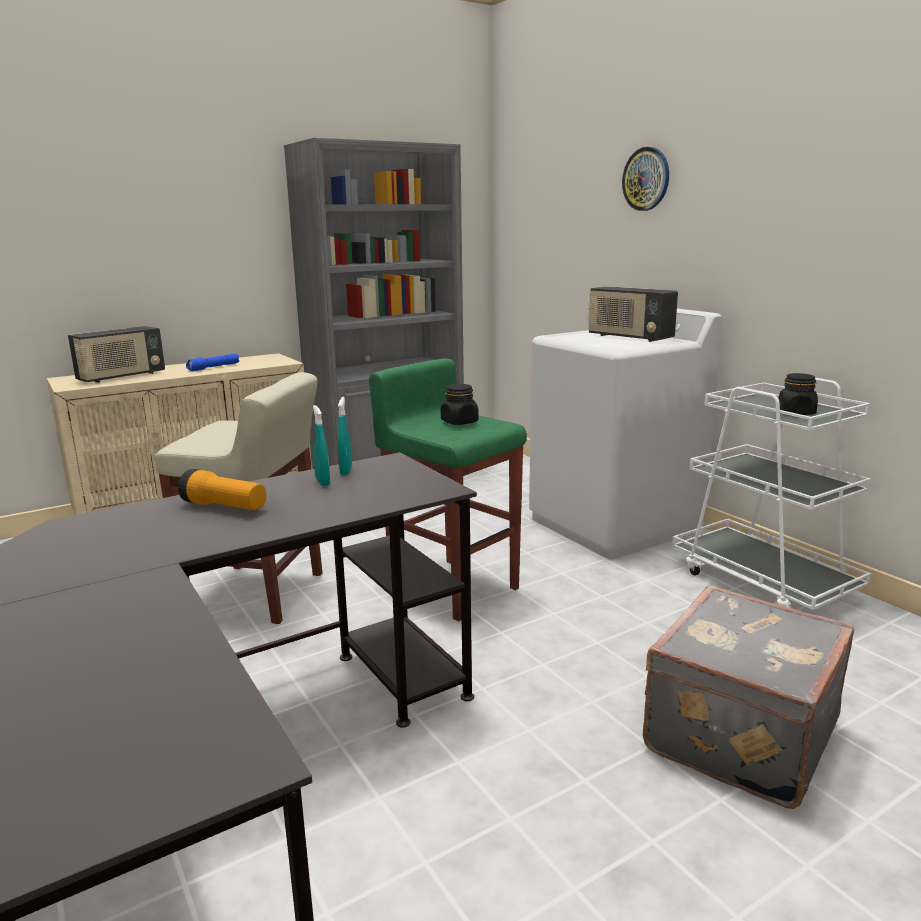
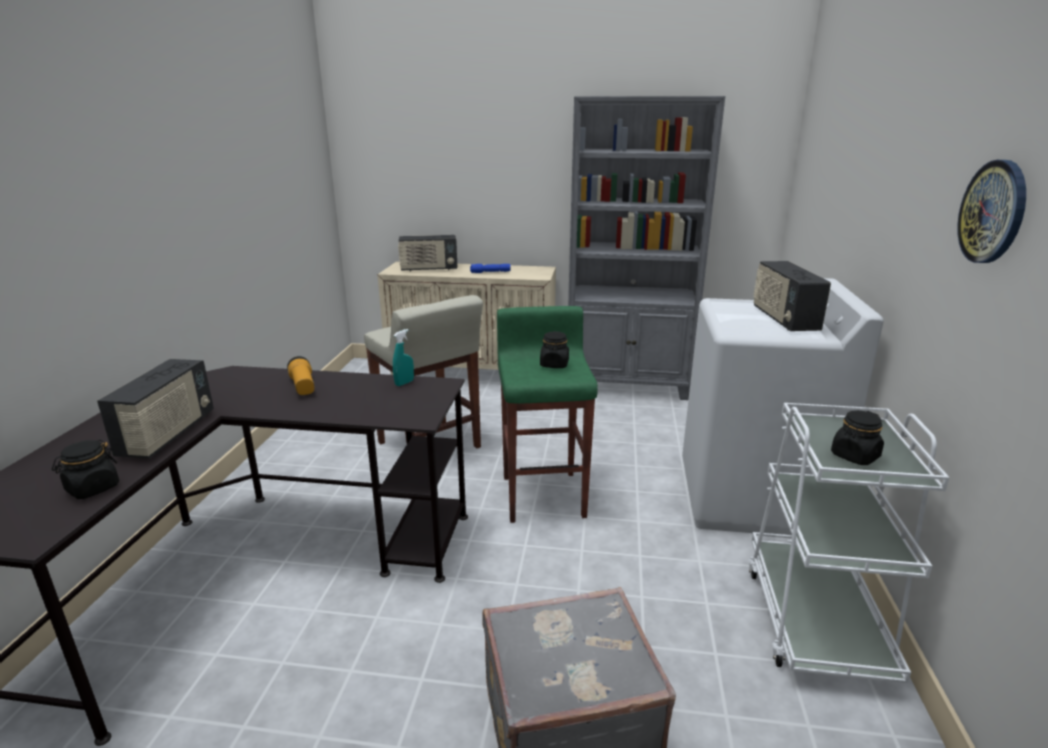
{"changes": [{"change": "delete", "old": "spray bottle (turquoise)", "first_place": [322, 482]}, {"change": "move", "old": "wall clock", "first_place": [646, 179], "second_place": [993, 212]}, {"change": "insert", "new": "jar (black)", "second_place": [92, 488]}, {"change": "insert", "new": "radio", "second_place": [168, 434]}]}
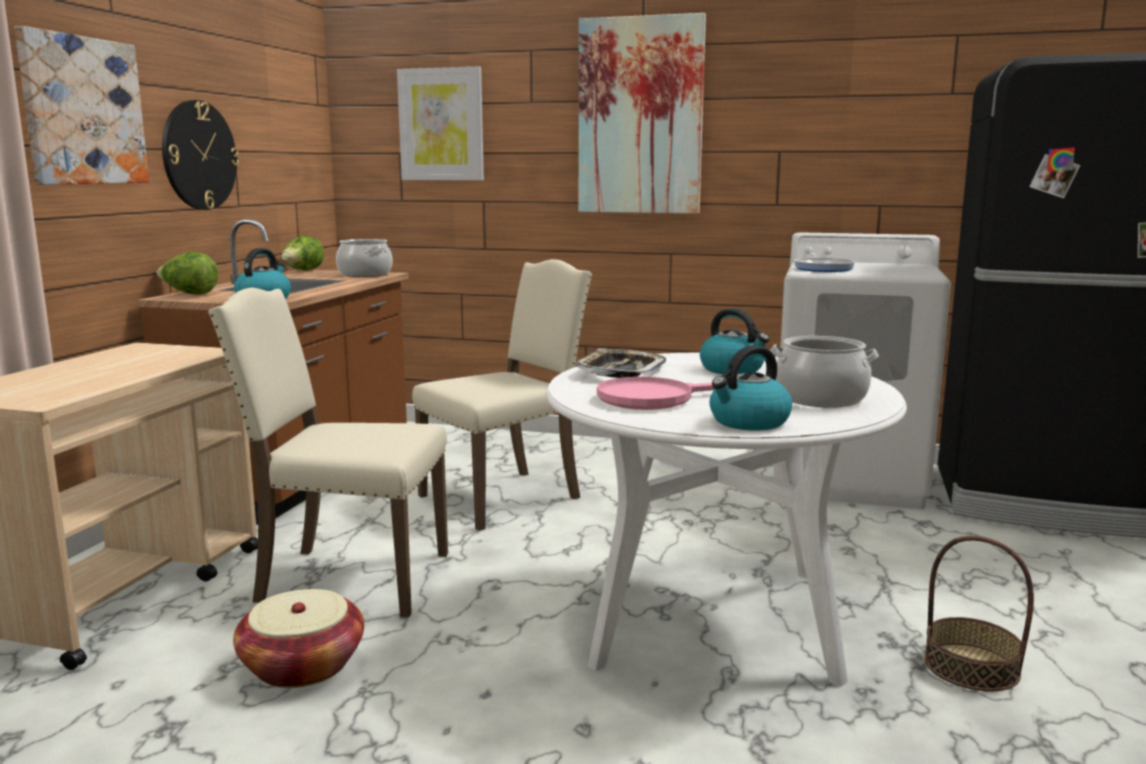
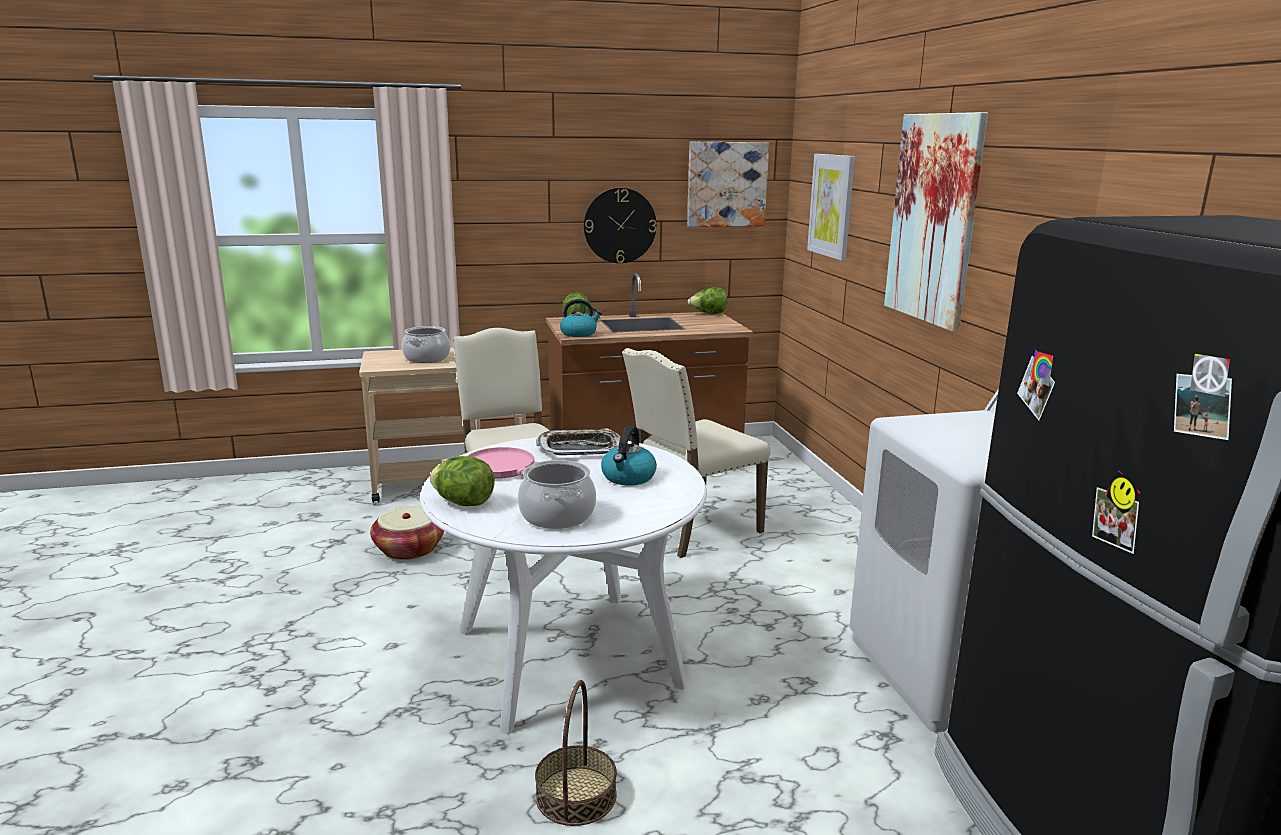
{"changes": [{"change": "move", "old": "picture", "first_place": [83, 111], "second_place": [726, 184]}, {"change": "move", "old": "cooking pot", "first_place": [365, 274], "second_place": [427, 358]}, {"change": "rotate", "old": "chair (beige)", "first_place": [504, 497], "second_place": [691, 530], "degrees": 120}, {"change": "replace", "old": "kettle", "new": "lettuce", "first_place": [748, 422], "second_place": [463, 503]}, {"change": "delete", "old": "frying pan", "first_place": [823, 268]}]}
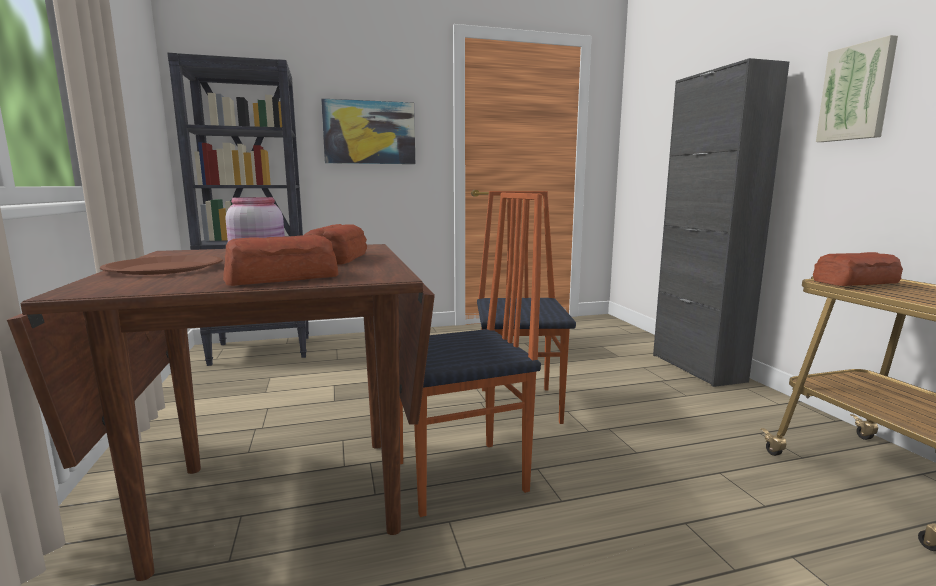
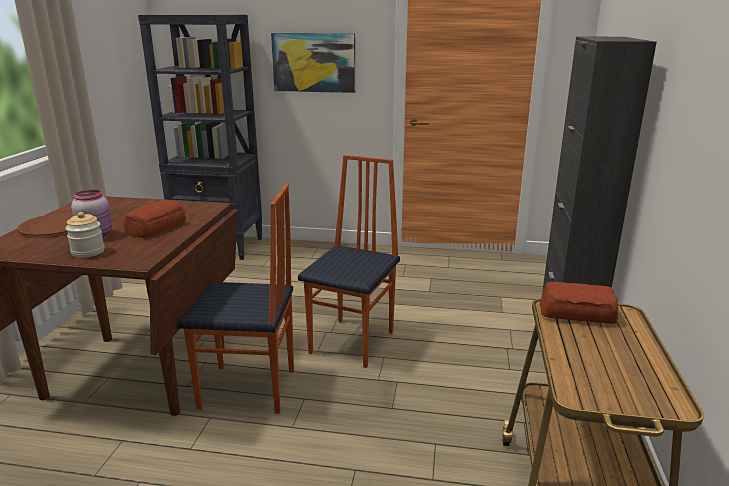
{"changes": [{"change": "replace", "old": "bread", "new": "jar", "first_place": [284, 278], "second_place": [88, 252]}, {"change": "delete", "old": "picture", "first_place": [857, 93]}]}
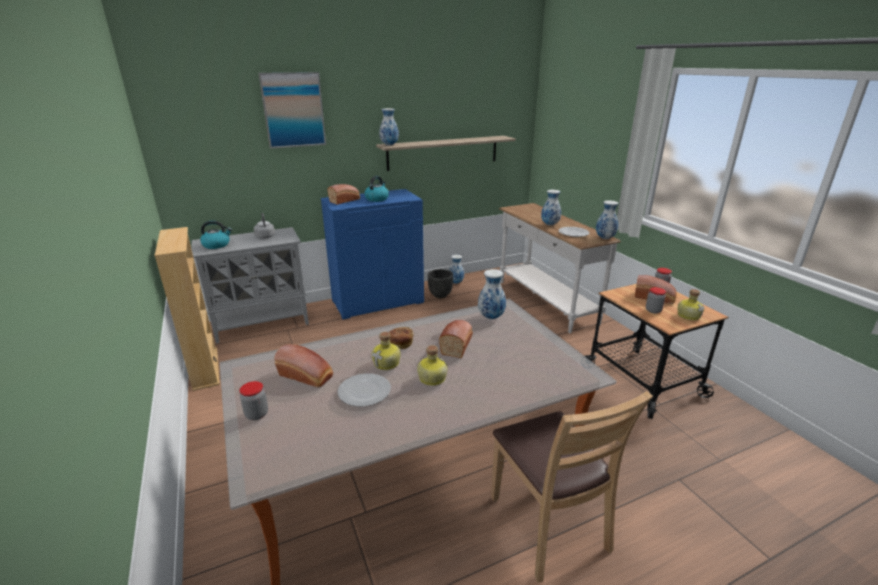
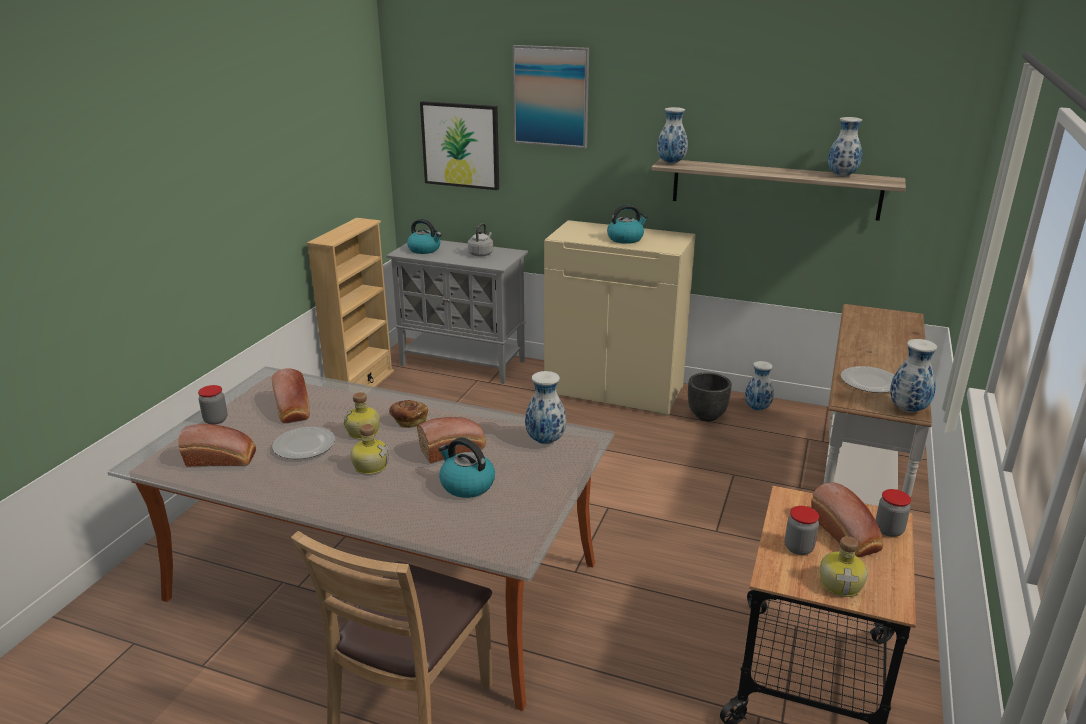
{"changes": [{"change": "recolor", "old": "cabinet (blue)", "new": "cabinet (beige)", "first_place": [378, 301], "second_place": [615, 390]}, {"change": "move", "old": "bread", "first_place": [345, 200], "second_place": [223, 459]}, {"change": "move", "old": "vase", "first_place": [550, 224], "second_place": [842, 176]}, {"change": "insert", "new": "picture", "second_place": [461, 145]}, {"change": "insert", "new": "kettle", "second_place": [466, 485]}]}
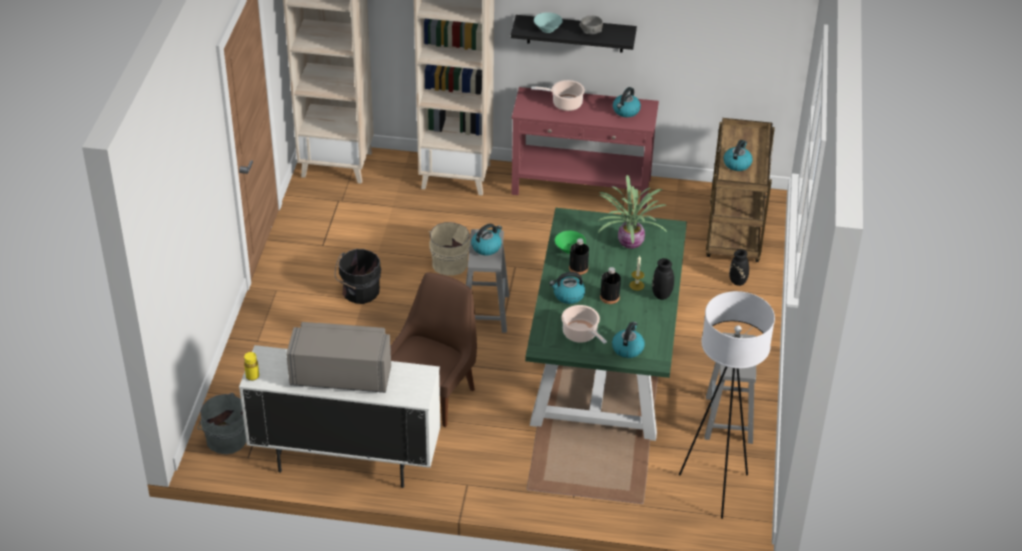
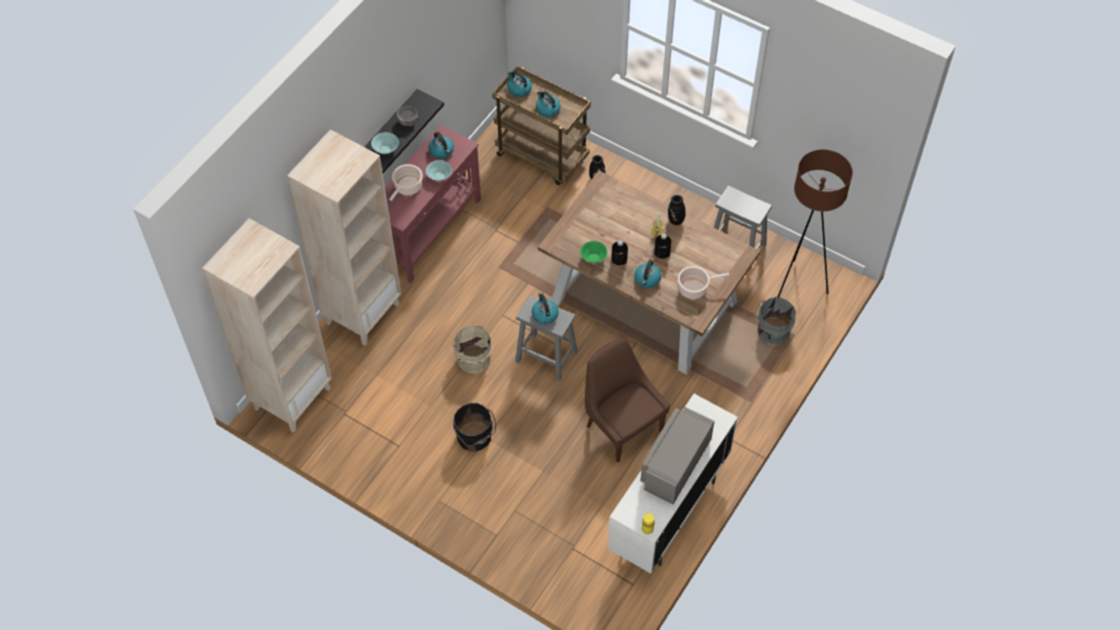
{"changes": [{"change": "move", "old": "bucket (grey)", "first_place": [225, 438], "second_place": [772, 331]}, {"change": "recolor", "old": "dining table (green)", "new": "dining table (brown)", "first_place": [602, 364], "second_place": [643, 301]}, {"change": "delete", "old": "potted plant", "first_place": [630, 242]}, {"change": "move", "old": "kettle", "first_place": [627, 348], "second_place": [519, 89]}, {"change": "recolor", "old": "floor lamp (white)", "new": "floor lamp (brown)", "first_place": [715, 488], "second_place": [798, 285]}, {"change": "insert", "new": "bowl (turquoise)", "second_place": [439, 176]}]}
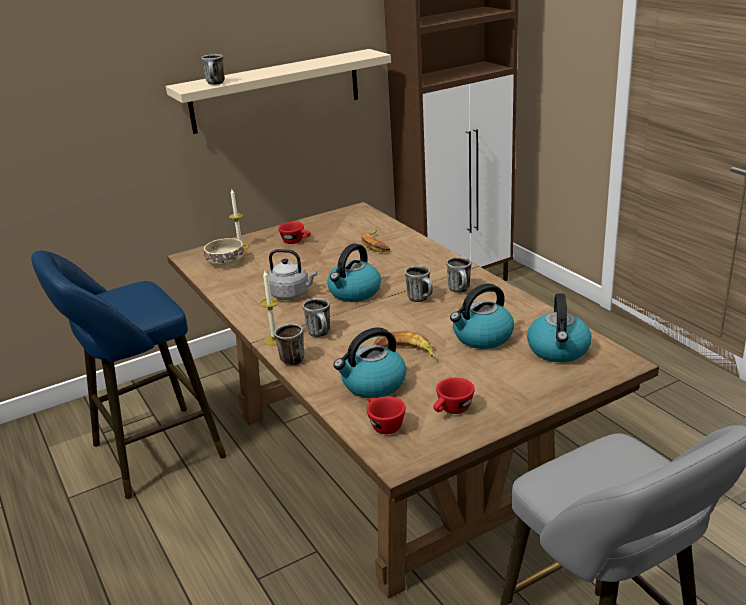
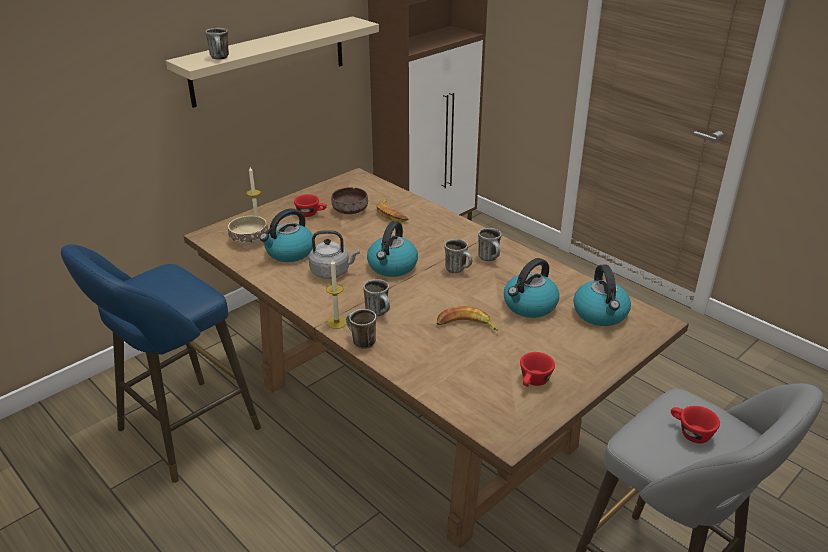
{"changes": [{"change": "move", "old": "kettle", "first_place": [373, 384], "second_place": [289, 252]}, {"change": "move", "old": "cup (red)", "first_place": [383, 425], "second_place": [690, 433]}, {"change": "insert", "new": "bowl (brown)", "second_place": [349, 210]}]}
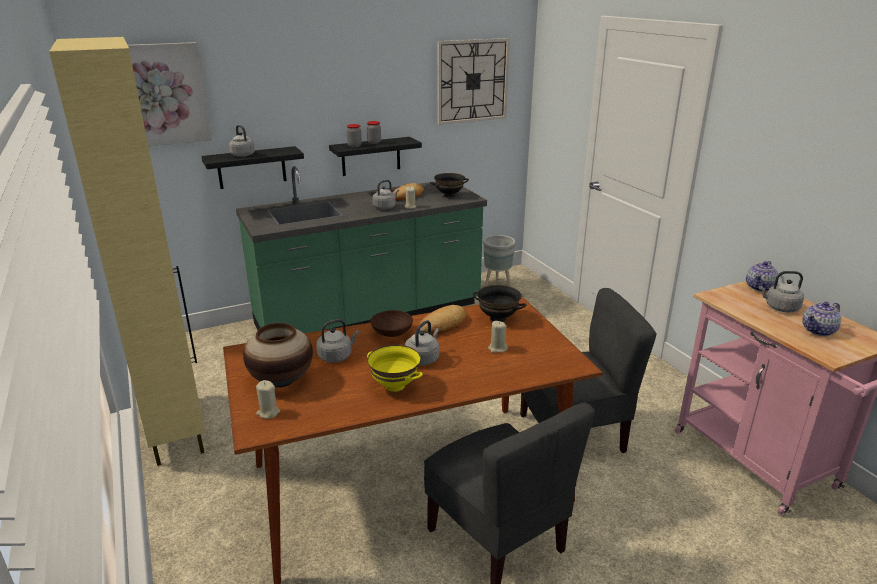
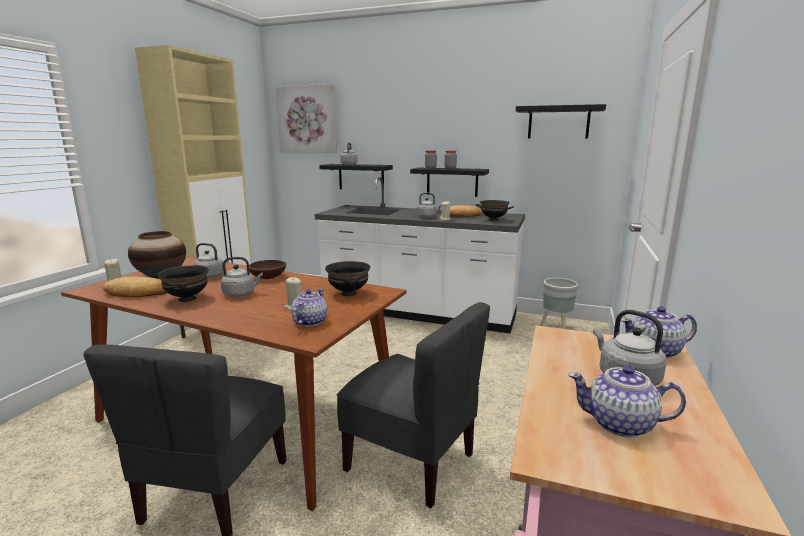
{"changes": [{"change": "recolor", "old": "counter (green)", "new": "counter (white)", "first_place": [369, 315], "second_place": [418, 313]}, {"change": "recolor", "old": "bowl (yellow)", "new": "bowl (black)", "first_place": [395, 386], "second_place": [187, 299]}, {"change": "move", "old": "bread", "first_place": [443, 324], "second_place": [137, 293]}, {"change": "replace", "old": "wall clock", "new": "shelf (black)", "first_place": [472, 81], "second_place": [558, 122]}, {"change": "insert", "new": "teapot", "second_place": [309, 322]}]}
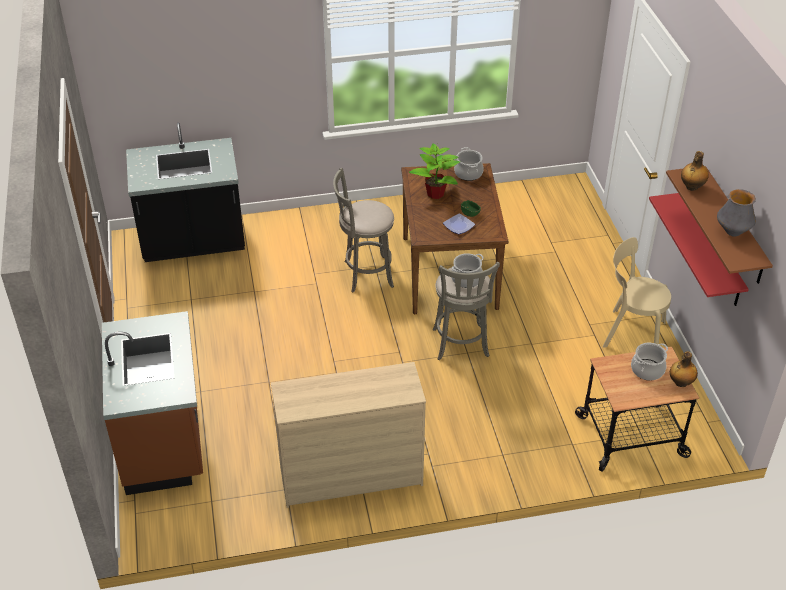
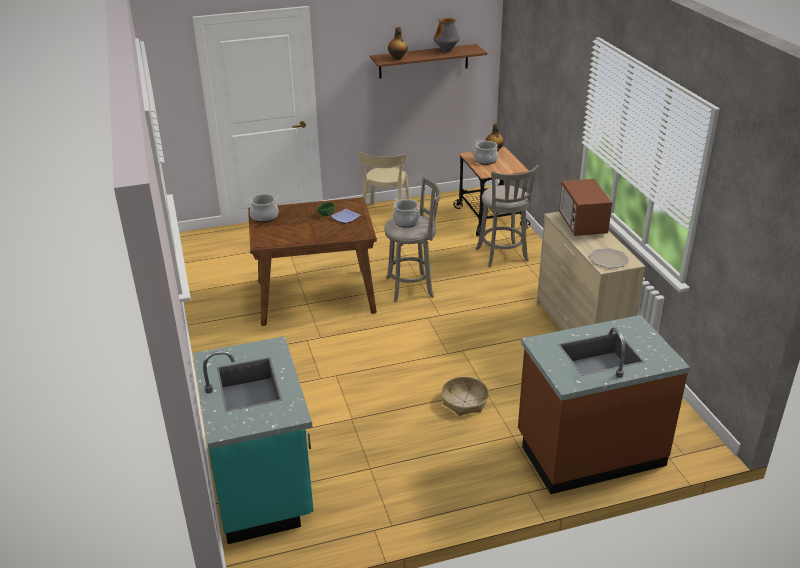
{"changes": [{"change": "recolor", "old": "counter (black)", "new": "counter (turquoise)", "first_place": [193, 243], "second_place": [263, 484]}, {"change": "move", "old": "stool (grey)", "first_place": [365, 274], "second_place": [502, 256]}, {"change": "delete", "old": "potted plant", "first_place": [436, 193]}, {"change": "delete", "old": "shelf (red)", "first_place": [713, 250]}, {"change": "insert", "new": "basket", "second_place": [464, 401]}, {"change": "insert", "new": "microwave", "second_place": [582, 225]}, {"change": "insert", "new": "plate", "second_place": [609, 259]}]}
